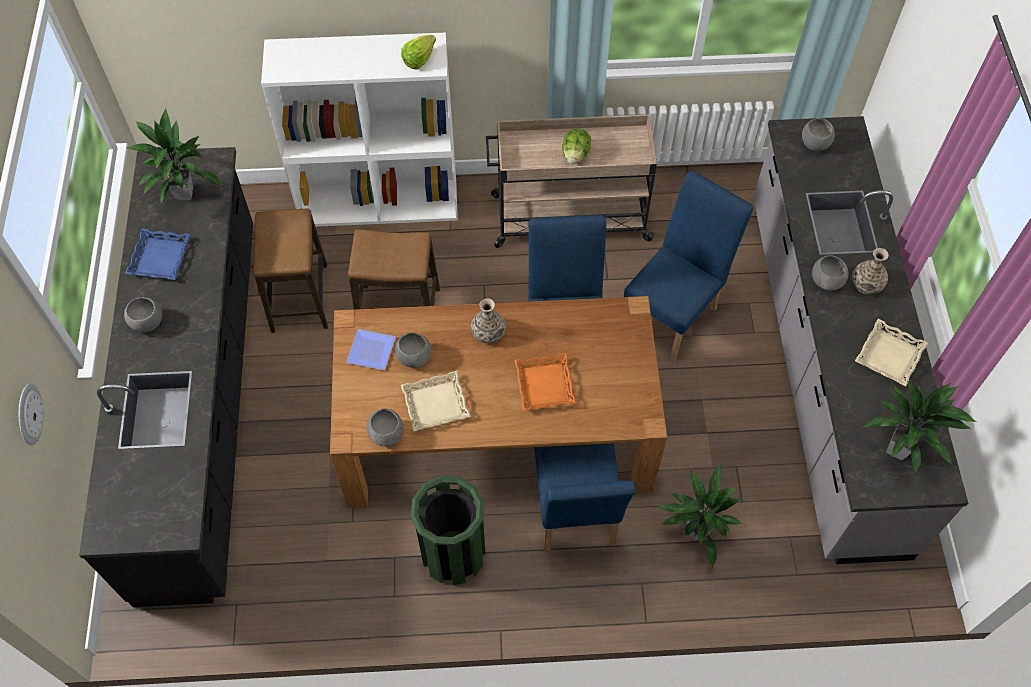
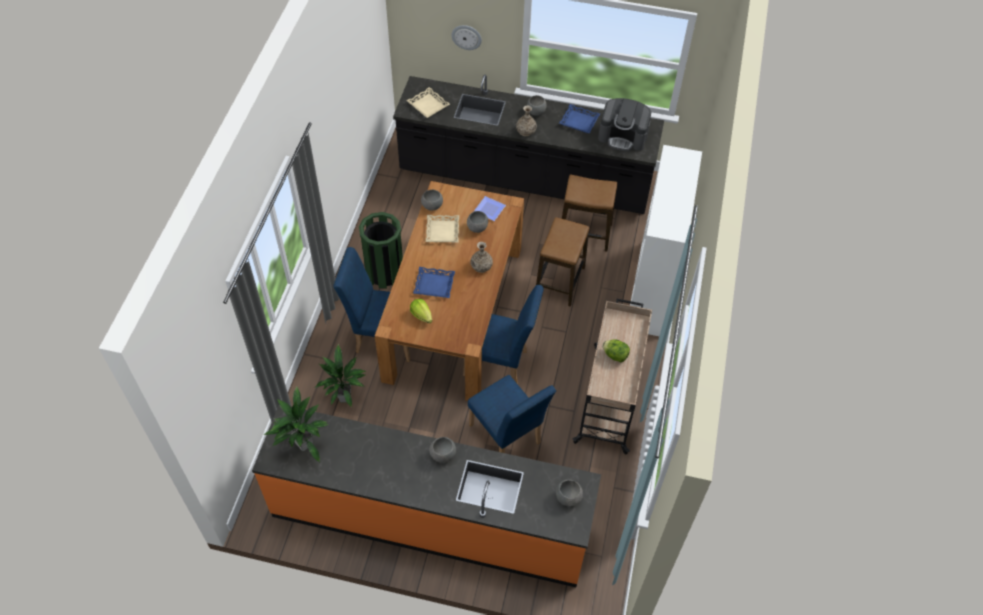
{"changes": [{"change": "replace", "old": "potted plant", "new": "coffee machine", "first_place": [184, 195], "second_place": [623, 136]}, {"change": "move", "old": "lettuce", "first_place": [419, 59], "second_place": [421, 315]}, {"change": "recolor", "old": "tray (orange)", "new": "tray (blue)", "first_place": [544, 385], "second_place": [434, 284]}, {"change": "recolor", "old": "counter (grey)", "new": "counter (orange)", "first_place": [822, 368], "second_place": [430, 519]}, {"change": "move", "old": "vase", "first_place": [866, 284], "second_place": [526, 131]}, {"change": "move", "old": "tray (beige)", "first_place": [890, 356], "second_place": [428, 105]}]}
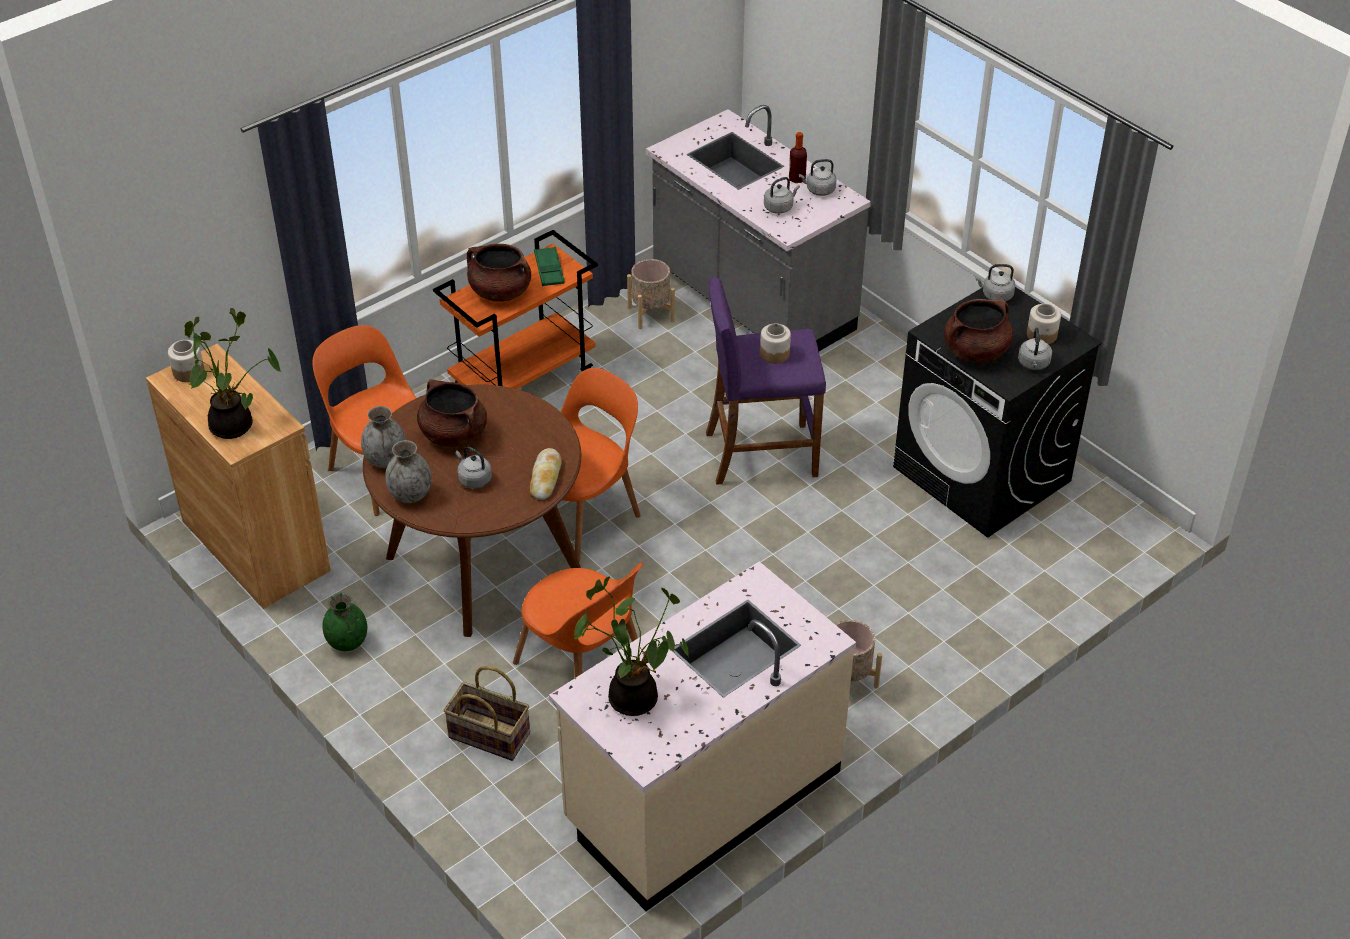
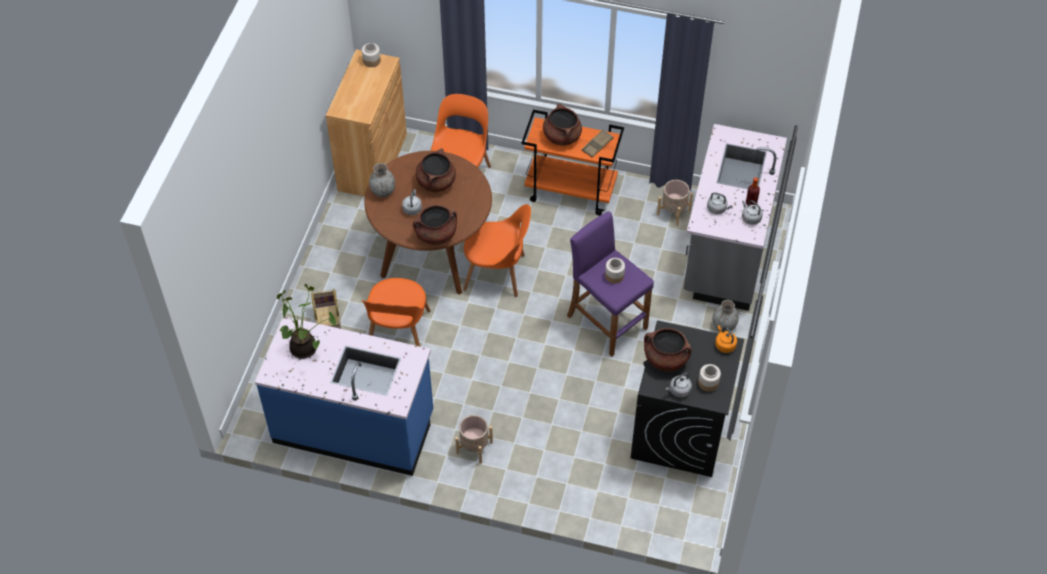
{"changes": [{"change": "delete", "old": "potted plant", "first_place": [235, 425]}, {"change": "delete", "old": "vase (green)", "first_place": [348, 642]}, {"change": "move", "old": "vase (grey)", "first_place": [386, 459], "second_place": [724, 326]}, {"change": "replace", "old": "bread", "new": "cooking pot (brown)", "first_place": [545, 478], "second_place": [436, 235]}, {"change": "recolor", "old": "tray (green)", "new": "tray (brown)", "first_place": [549, 270], "second_place": [597, 145]}, {"change": "recolor", "old": "counter (beige)", "new": "counter (blue)", "first_place": [702, 797], "second_place": [354, 427]}, {"change": "recolor", "old": "kettle (grey)", "new": "kettle (orange)", "first_place": [995, 295], "second_place": [724, 345]}]}
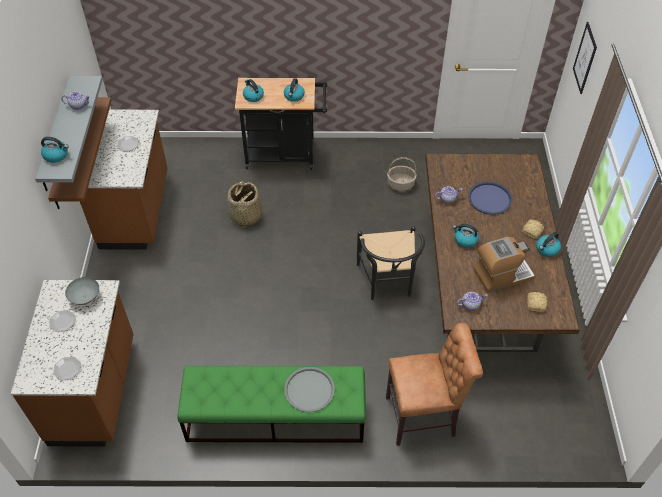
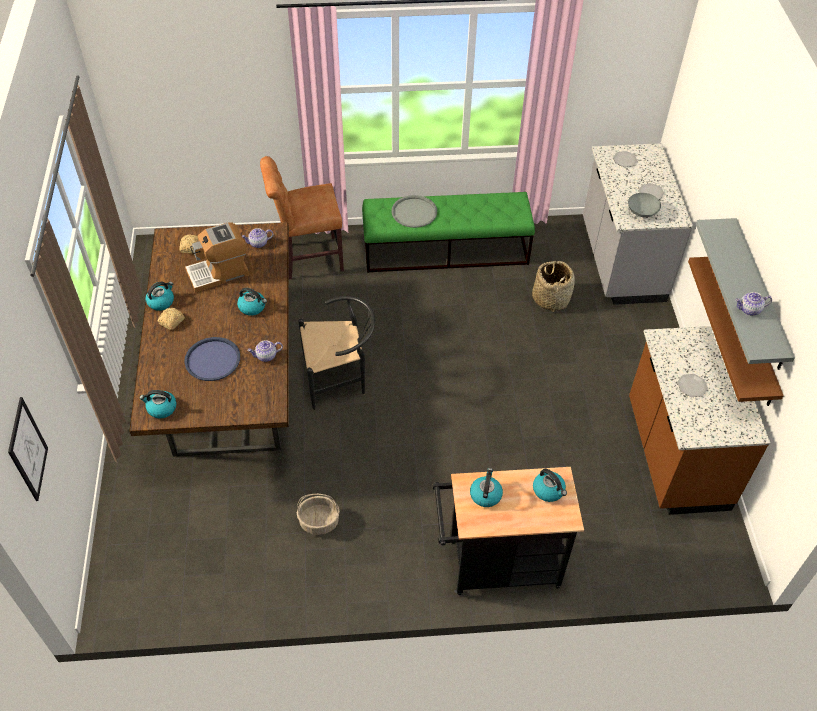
{"changes": [{"change": "recolor", "old": "counter (brown)", "new": "counter (grey)", "first_place": [95, 391], "second_place": [620, 261]}, {"change": "move", "old": "kettle", "first_place": [56, 155], "second_place": [161, 408]}, {"change": "move", "old": "basket", "first_place": [245, 216], "second_place": [551, 298]}, {"change": "rotate", "old": "chair (black)", "first_place": [387, 283], "second_place": [340, 379], "degrees": 90}]}
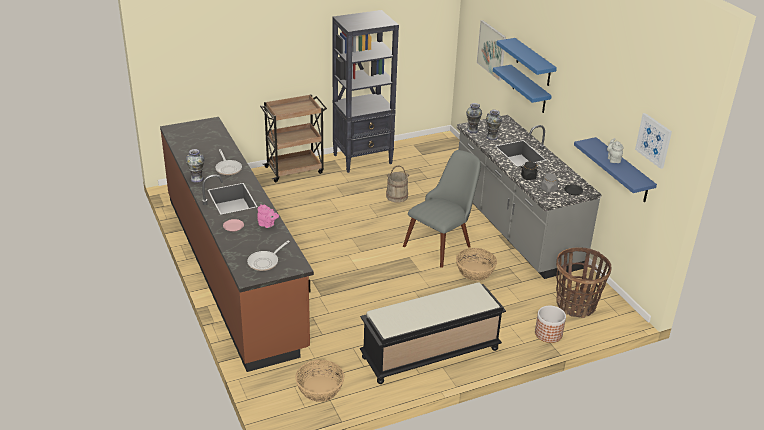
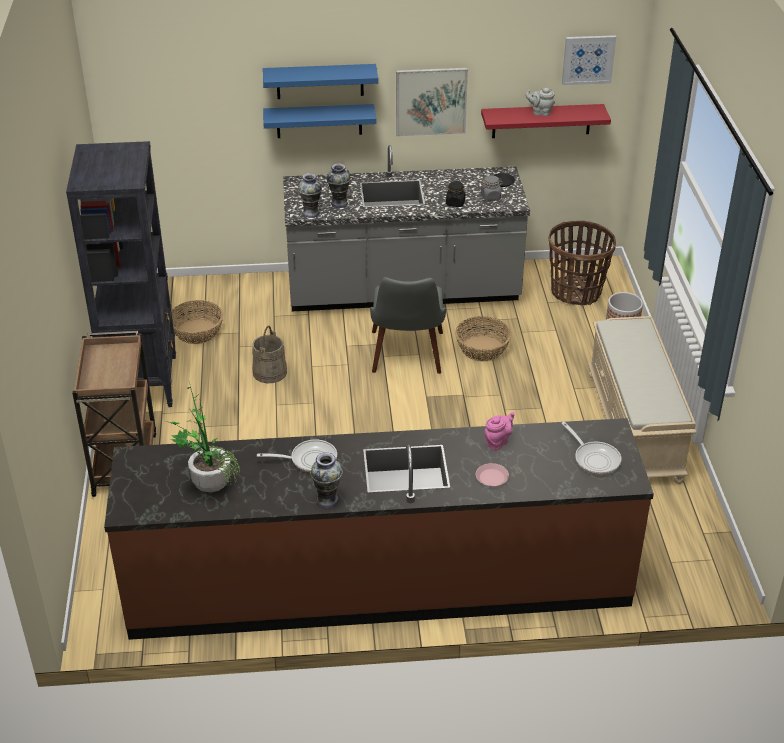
{"changes": [{"change": "move", "old": "basket", "first_place": [320, 388], "second_place": [197, 331]}, {"change": "recolor", "old": "bench (black)", "new": "bench (beige)", "first_place": [430, 354], "second_place": [635, 427]}, {"change": "rotate", "old": "chair (grey)", "first_place": [442, 243], "second_place": [407, 359], "degrees": -150}, {"change": "move", "old": "picture", "first_place": [492, 50], "second_place": [431, 101]}, {"change": "recolor", "old": "shelf (blue)", "new": "shelf (red)", "first_place": [623, 171], "second_place": [541, 121]}, {"change": "insert", "new": "potted plant", "second_place": [208, 481]}]}
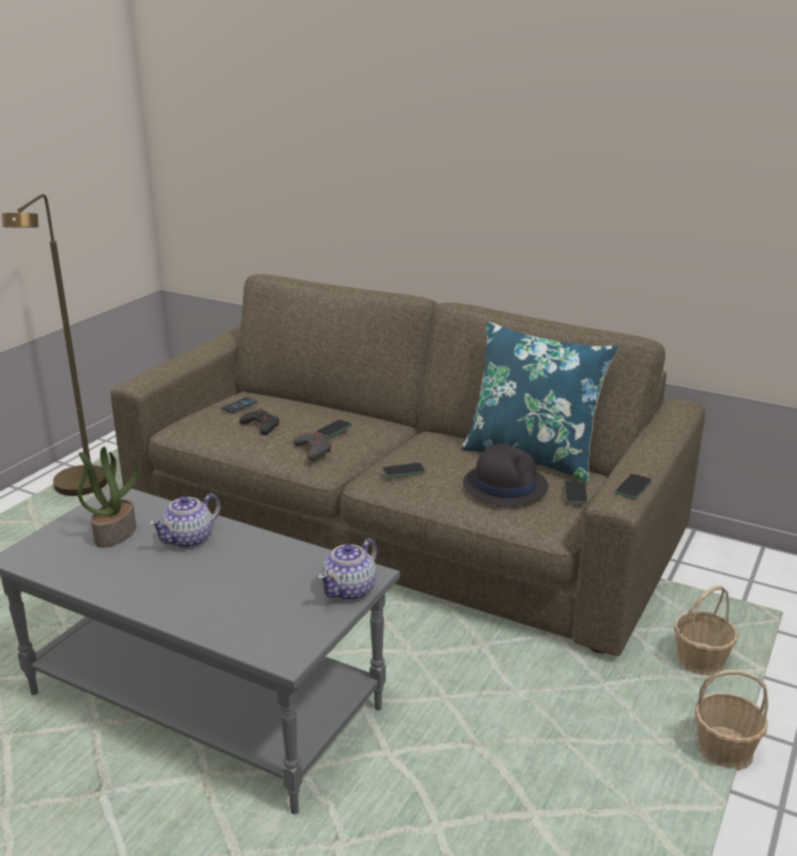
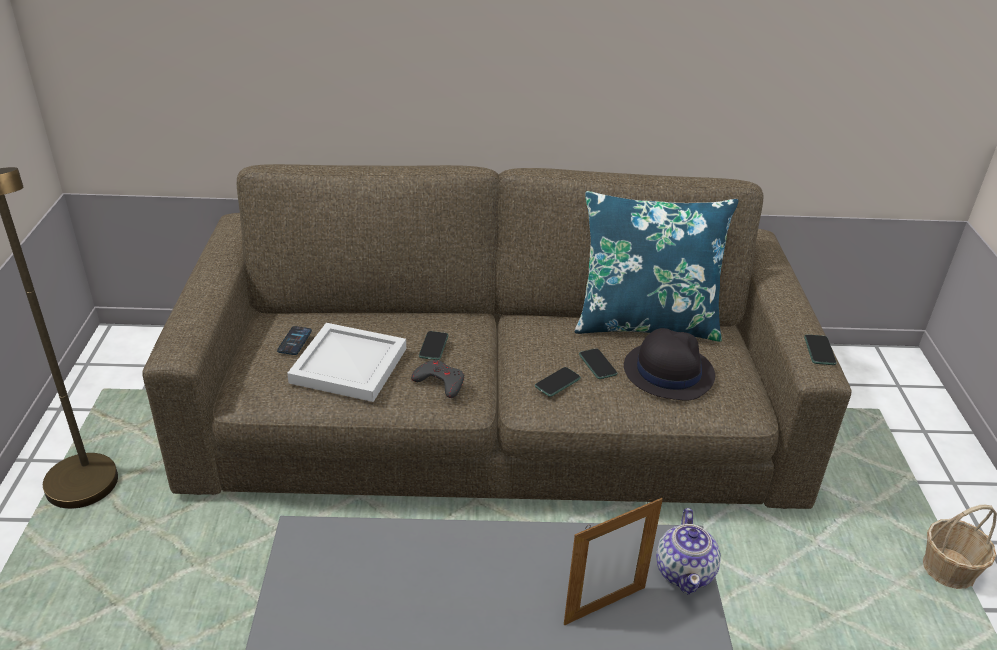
{"changes": [{"change": "delete", "old": "potted plant", "first_place": [115, 533]}, {"change": "delete", "old": "teapot", "first_place": [189, 539]}, {"change": "replace", "old": "game controller (black)", "new": "tray (white)", "first_place": [261, 426], "second_place": [351, 365]}, {"change": "move", "old": "phone", "first_place": [575, 493], "second_place": [597, 364]}, {"change": "delete", "old": "basket", "first_place": [700, 661]}, {"change": "insert", "new": "picture frame", "second_place": [605, 605]}]}
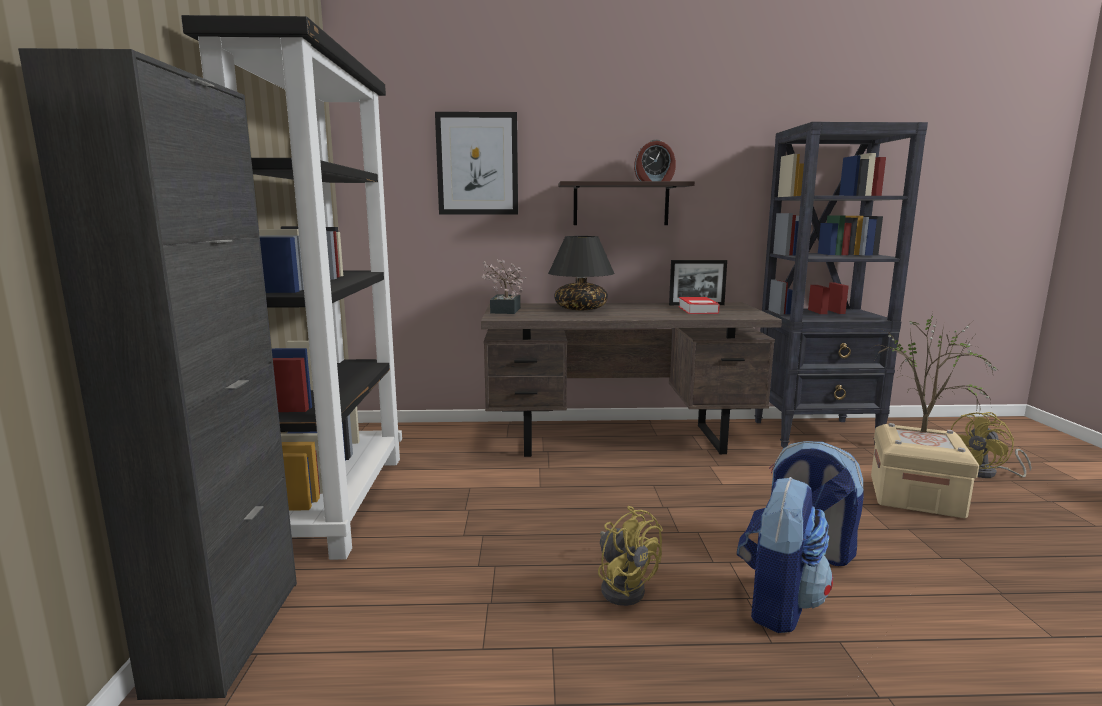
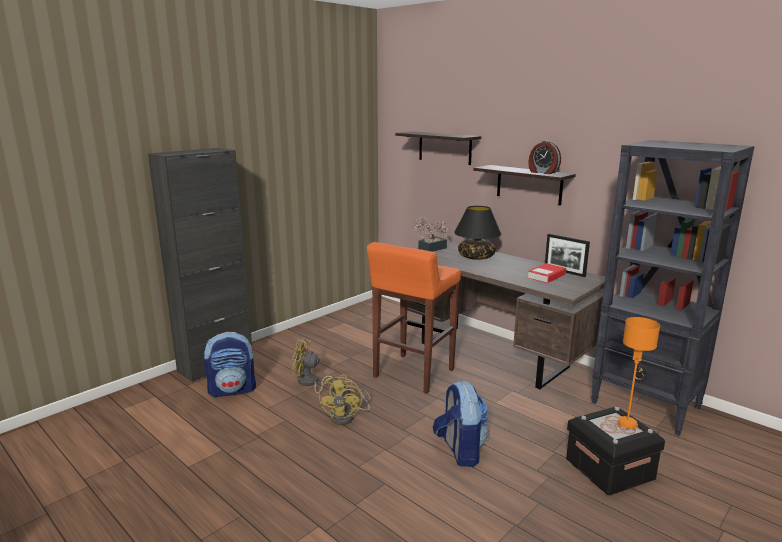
{"changes": [{"change": "delete", "old": "bookcase (black)", "first_place": [341, 500]}, {"change": "replace", "old": "picture", "new": "shelf", "first_place": [477, 164], "second_place": [444, 148]}, {"change": "move", "old": "backpack", "first_place": [777, 604], "second_place": [233, 390]}, {"change": "recolor", "old": "storage box (beige)", "new": "storage box (black)", "first_place": [915, 496], "second_place": [609, 469]}, {"change": "replace", "old": "potted plant", "new": "table lamp (orange)", "first_place": [925, 433], "second_place": [626, 423]}, {"change": "move", "old": "fan (yellow)", "first_place": [986, 473], "second_place": [310, 383]}, {"change": "insert", "new": "stool (orange)", "second_place": [413, 374]}]}
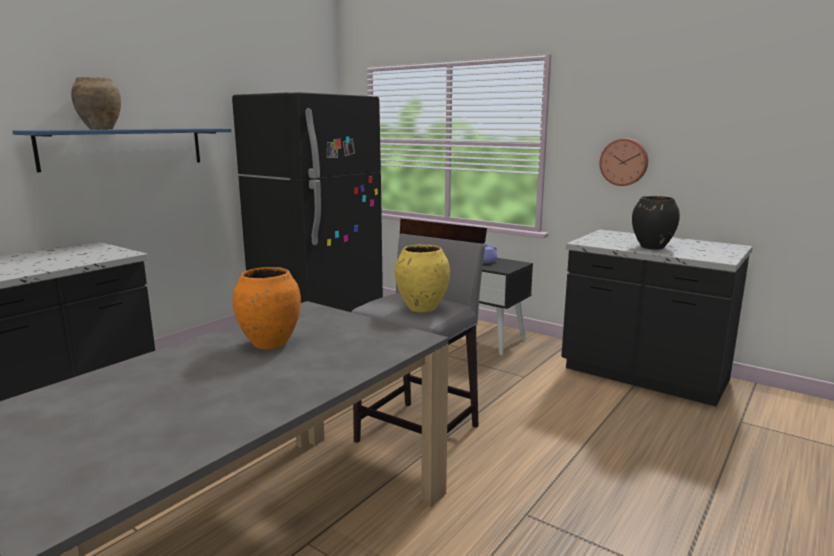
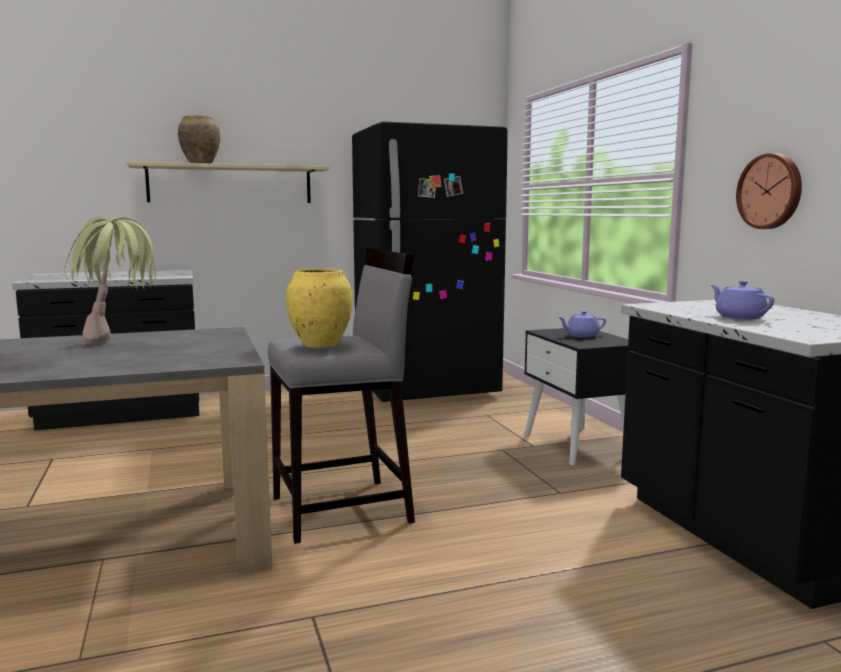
{"changes": [{"change": "recolor", "old": "shelf (blue)", "new": "shelf (beige)", "first_place": [124, 148], "second_place": [230, 184]}, {"change": "replace", "old": "vase (orange)", "new": "potted plant", "first_place": [269, 344], "second_place": [120, 345]}, {"change": "replace", "old": "vase (black)", "new": "teapot (purple)", "first_place": [652, 247], "second_place": [739, 317]}]}
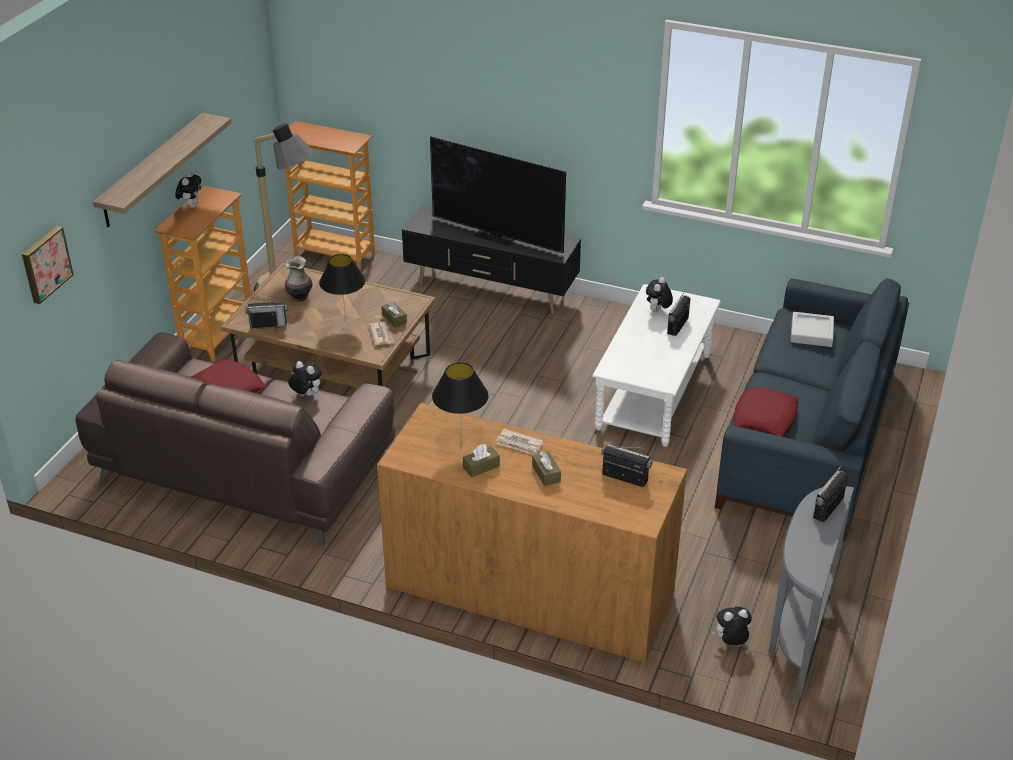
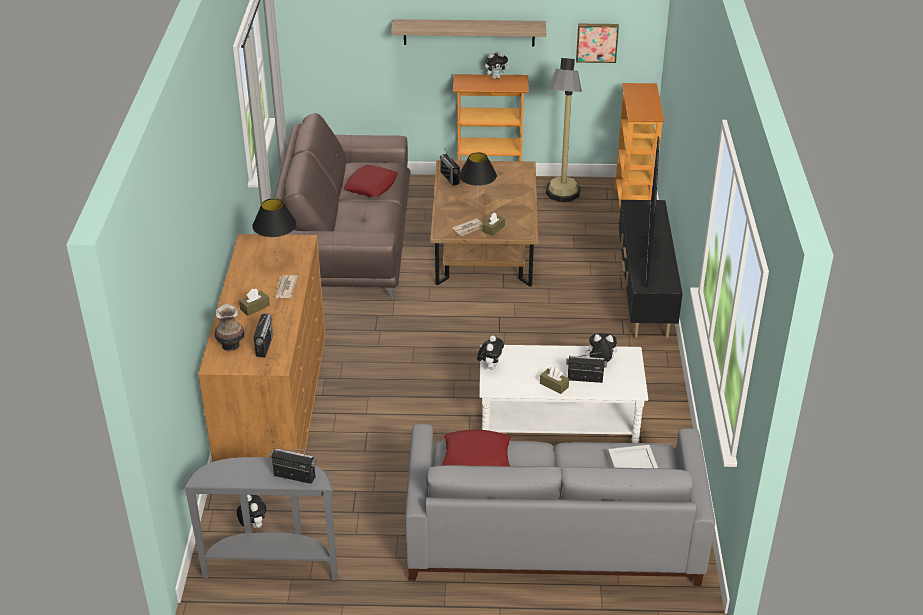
{"changes": [{"change": "move", "old": "picture", "first_place": [45, 264], "second_place": [597, 42]}, {"change": "move", "old": "vase", "first_place": [299, 297], "second_place": [230, 345]}, {"change": "move", "old": "plush toy", "first_place": [306, 394], "second_place": [490, 366]}, {"change": "move", "old": "tissue box (brown)", "first_place": [481, 467], "second_place": [554, 385]}, {"change": "recolor", "old": "sofa (blue)", "new": "sofa (grey)", "first_place": [807, 435], "second_place": [552, 533]}]}
